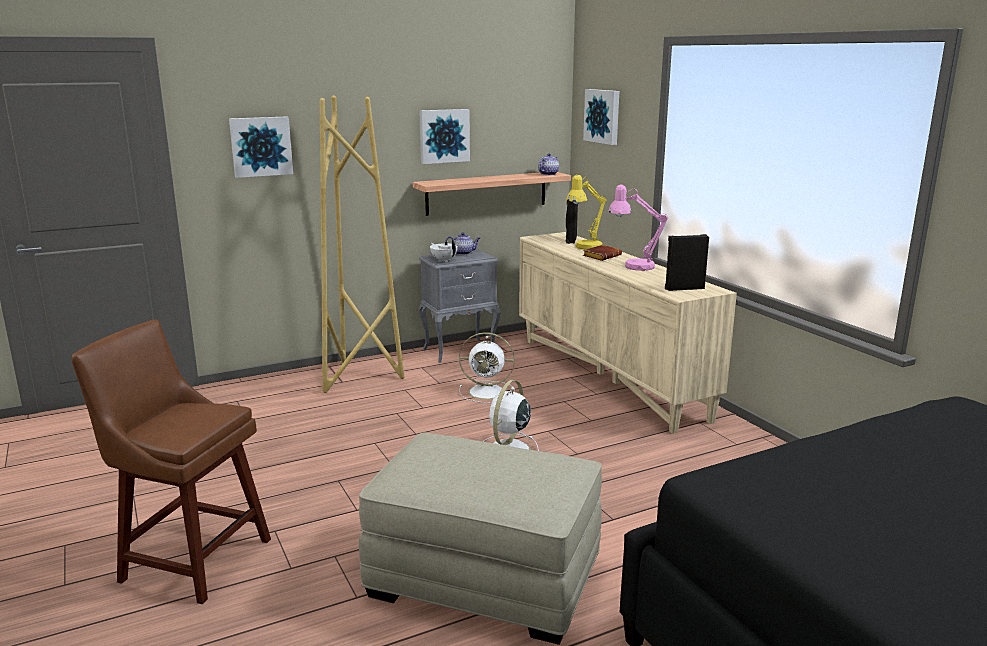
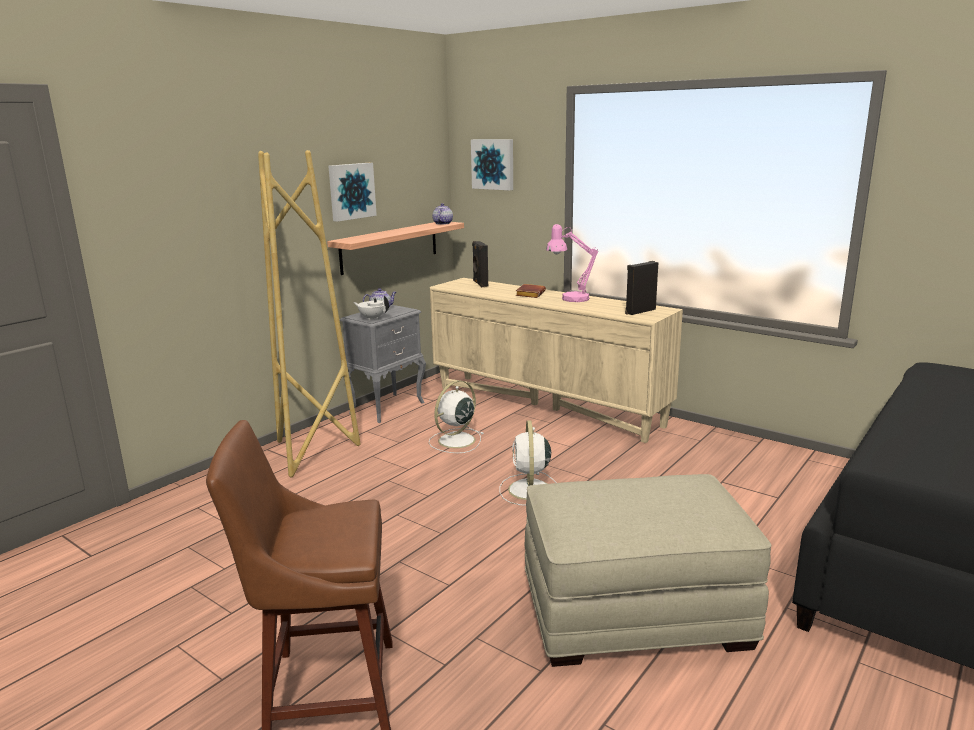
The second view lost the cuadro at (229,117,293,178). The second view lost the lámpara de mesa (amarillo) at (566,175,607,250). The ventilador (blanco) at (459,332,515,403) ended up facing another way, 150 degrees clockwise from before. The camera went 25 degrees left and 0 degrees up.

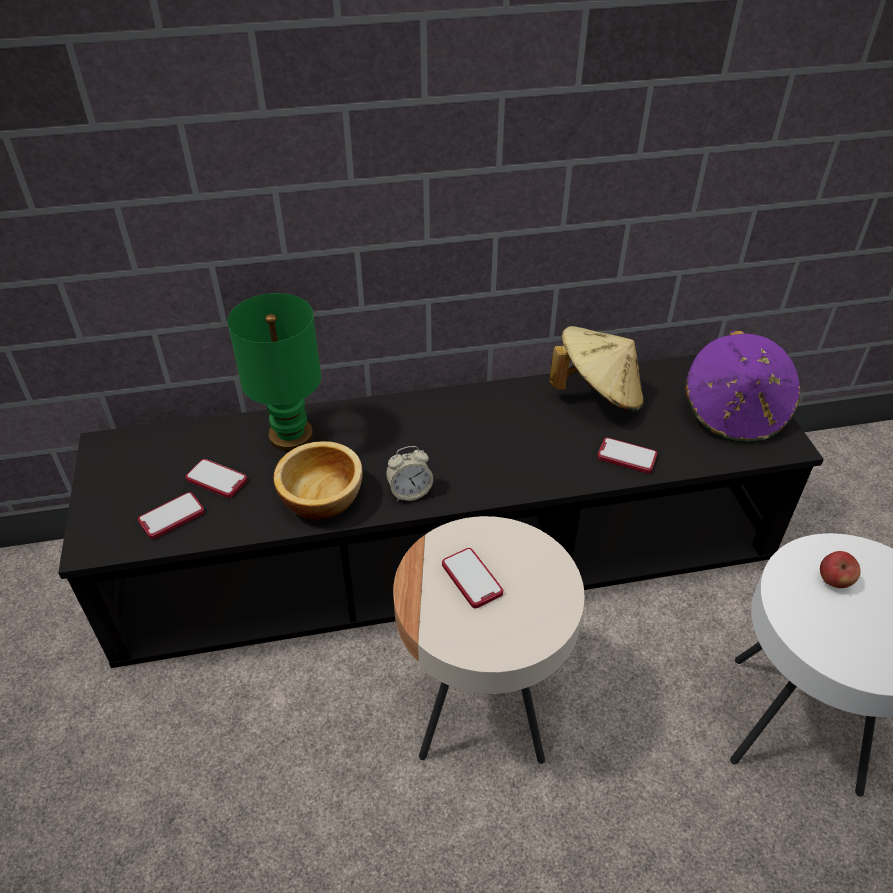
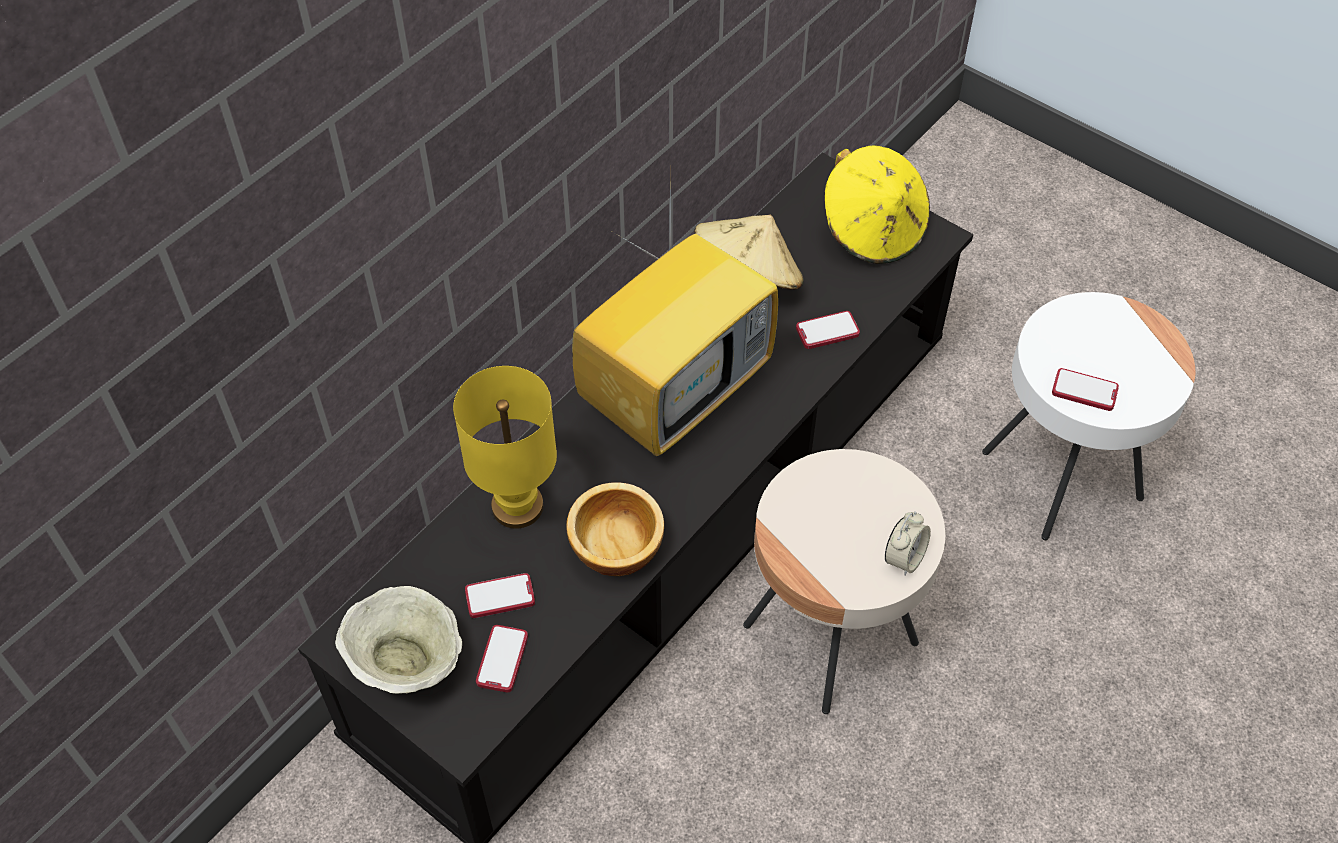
What was the lámpara de mesa (verde) at (228,293,321,451) turned into the lámpara de mesa (amarillo) at (453,366,557,529). What was the sombrero (morado) at (685,331,800,443) turned into the sombrero (amarillo) at (824,145,930,264). The despertador ended up elsewhere, having gone from (386,446,433,501) to (885,511,931,576). The móvil ended up elsewhere, having gone from (442,548,503,608) to (1052,368,1119,411). The second view lost the manzana at (820,551,861,588). The second view gained the televisor at (572,173,778,456). The second view gained the cuenco (beis) at (335,586,462,694). The camera went 40 degrees left and 10 degrees up.

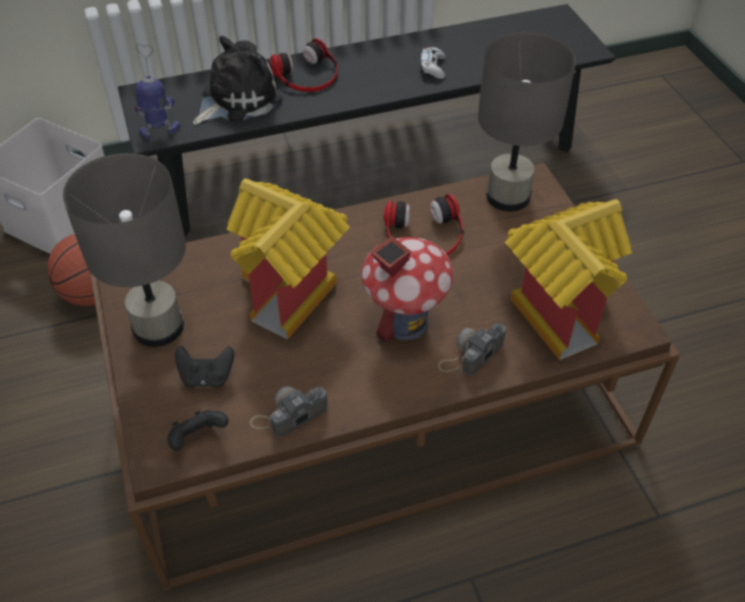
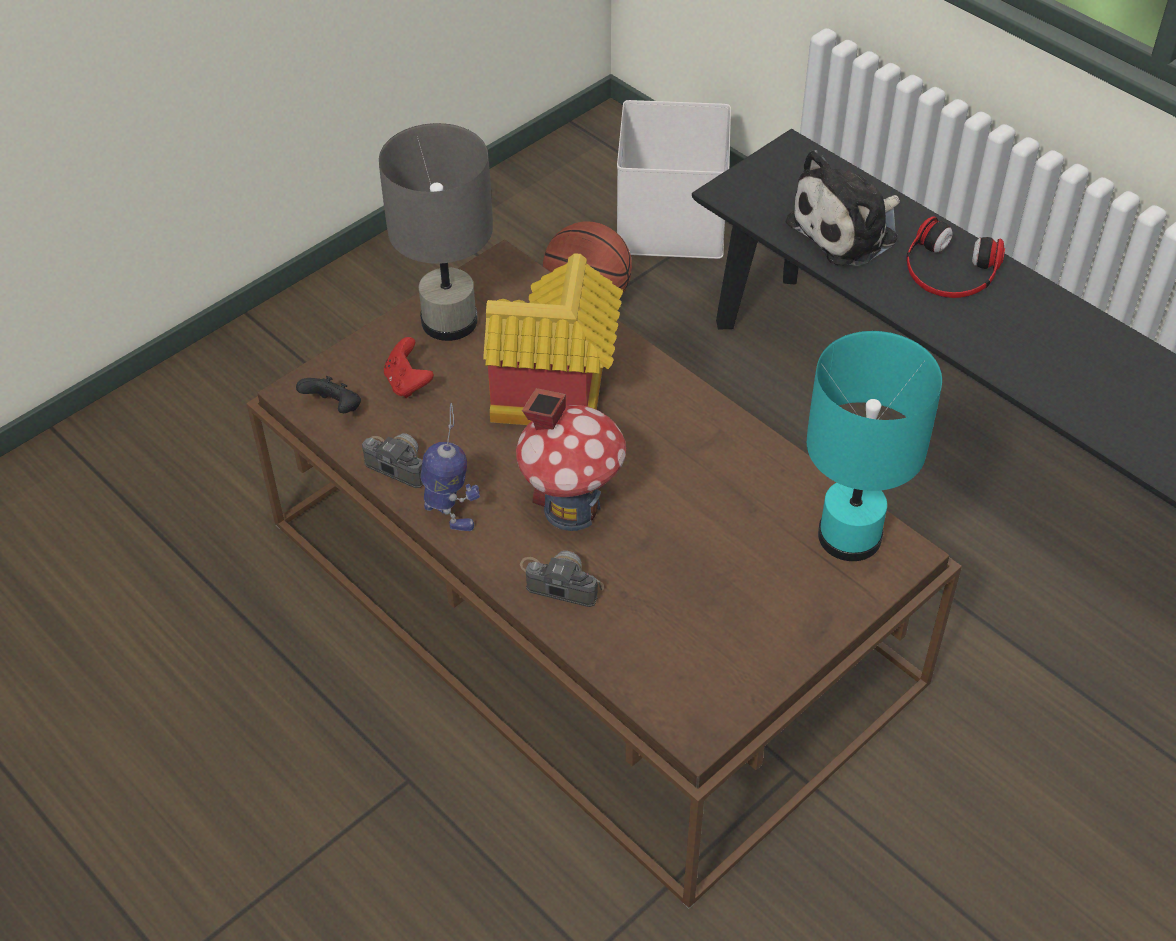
What was the lámpara de mesa (gris) at (478,32,576,212) turned into the lámpara de mesa (turquesa) at (807,331,942,561). The peluche at (193,36,282,125) ended up facing another way, 120 degrees clockwise from before. The robot de juguete ended up elsewhere, having gone from (135,44,181,139) to (421,403,480,531). The second view lost the mando de consola (blanco) at (420,47,446,79). The second view lost the auriculares at (383,194,464,255). The second view lost the casita at (505,199,632,360). What was the mando de consola (negro) at (175,346,234,388) turned into the mando de consola (rojo) at (384,337,434,398). The camera went 65 degrees right and 0 degrees up.

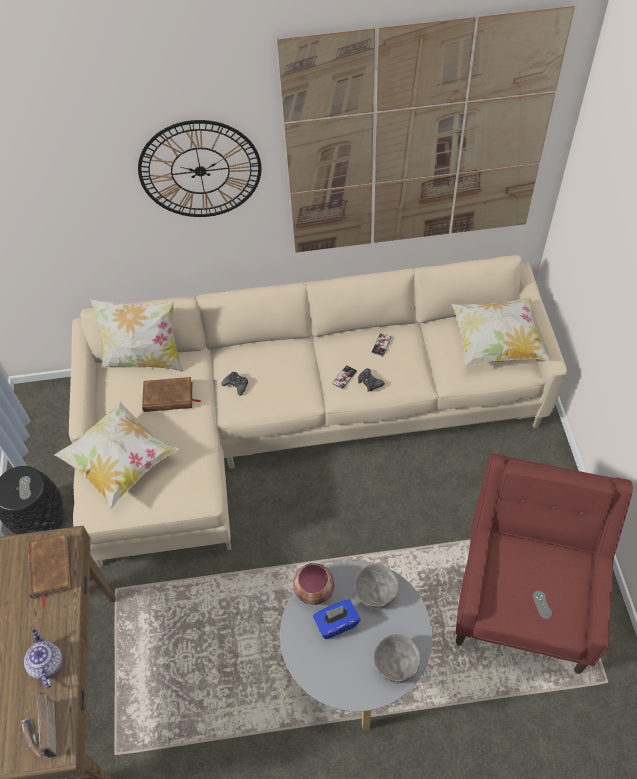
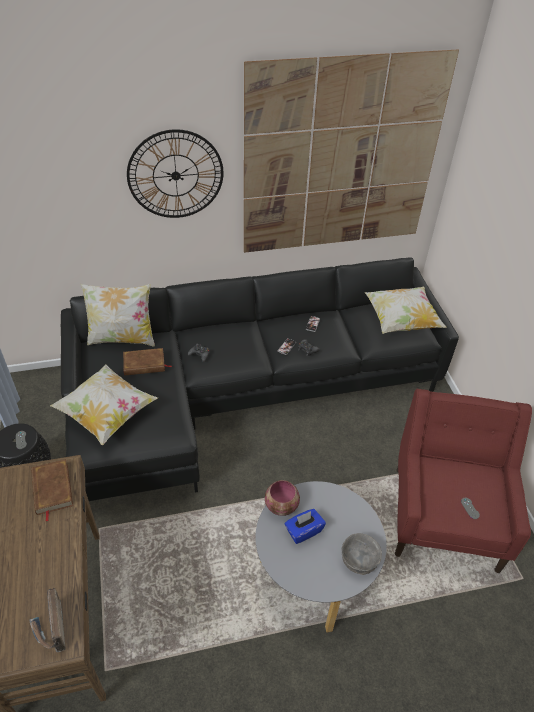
What was the sofá (beis) at (69,255,567,567) turned into the sofá (negro) at (61,257,459,501). The second view lost the cuenco (gris) at (354,564,399,610). The second view lost the tetera at (24,629,63,689). The camera went 10 degrees left and 10 degrees down.

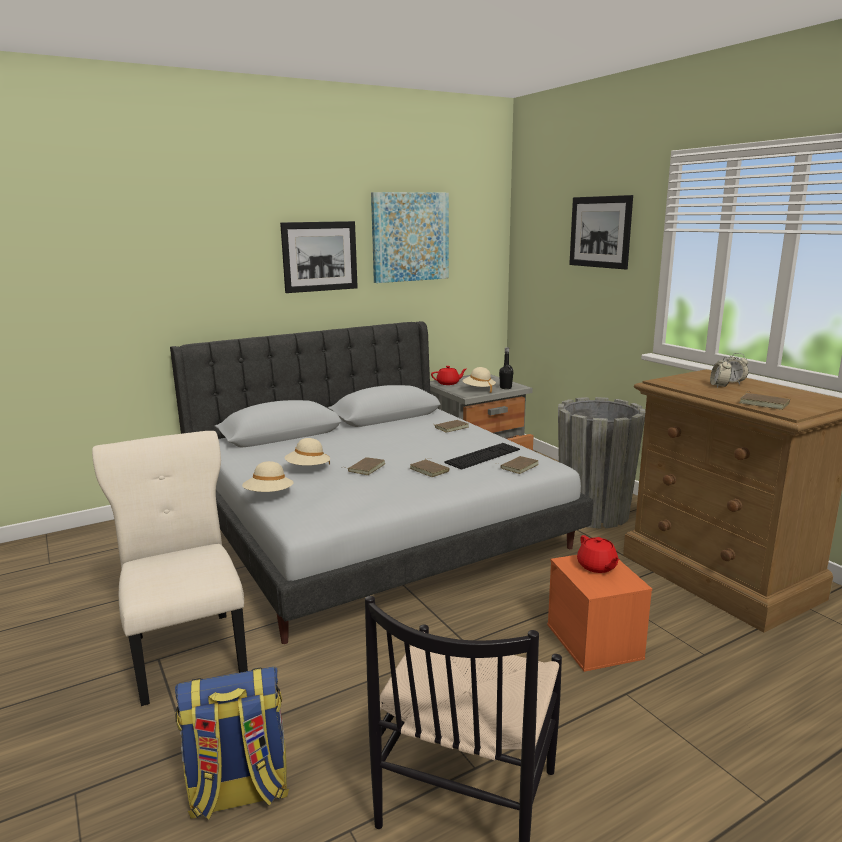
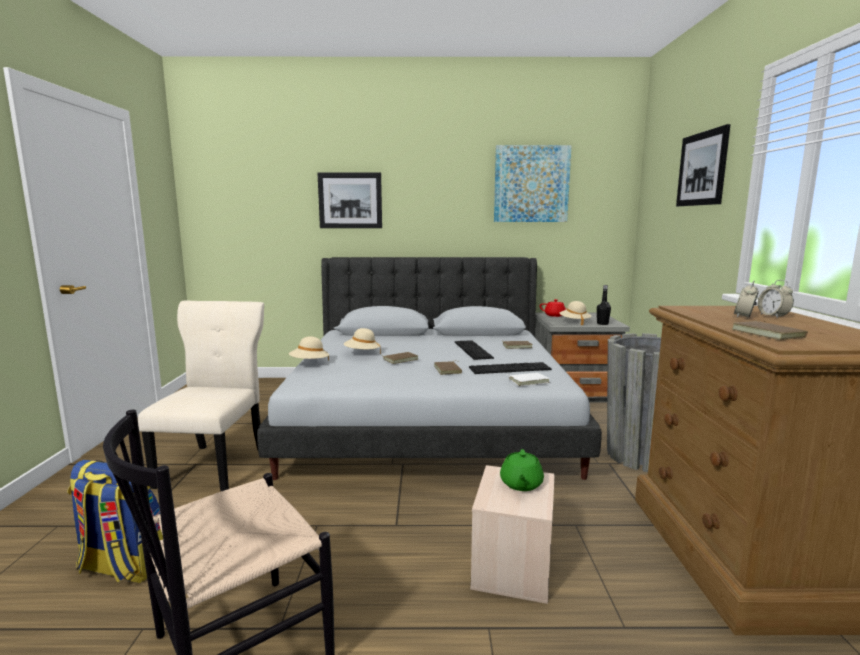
The cuadro ended up elsewhere, having gone from (280,221,358,293) to (317,172,382,228). What was the libro (marrón) at (495,456,539,474) turned into the libro (blanco) at (507,373,550,386). What was the tetera (rojo) at (577,535,620,573) turned into the tetera (verde) at (500,449,544,491). What was the caja de almacenaje (naranja) at (547,555,652,672) turned into the caja de almacenaje (beis) at (470,465,555,604). The second view gained the teclado at (455,340,494,360). The camera went 30 degrees right and 5 degrees down.

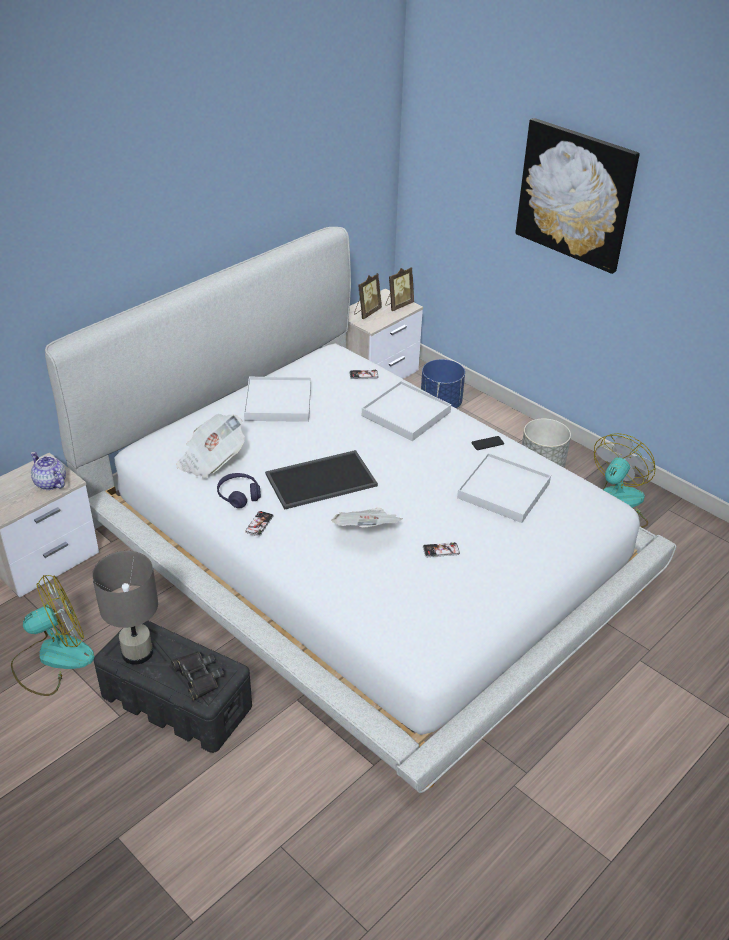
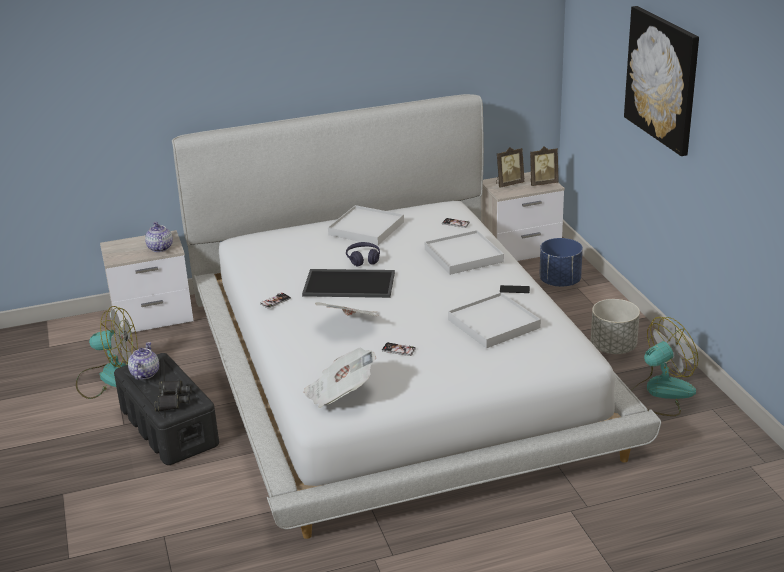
The periódico ended up elsewhere, having gone from (176,414,245,479) to (304,347,376,408). The auriculares (morado) ended up elsewhere, having gone from (217,473,261,508) to (346,242,380,267). Where the lámpara de mesa (gris) stood at (92,551,158,665), the tetera came to stand at (128,342,159,380). The camera went 30 degrees right and 10 degrees down.

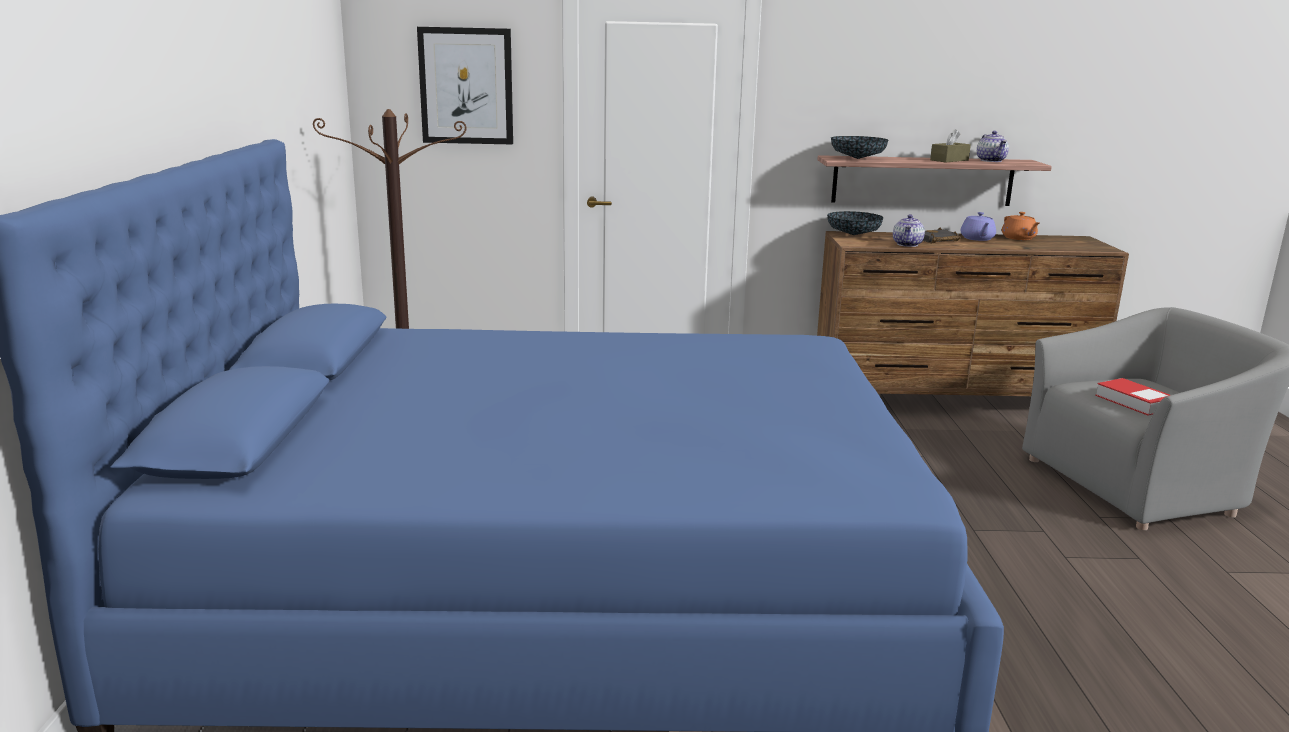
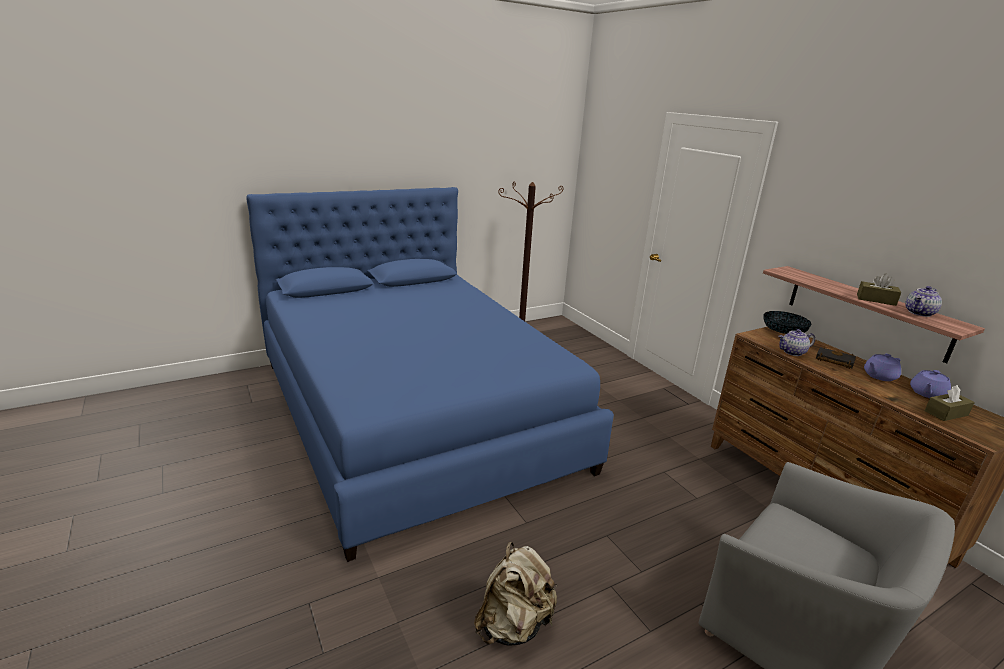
The second view lost the cuadro at (417,27,513,145). The second view lost the cuenco at (831,136,888,159). What was the tetera (naranja) at (1002,212,1039,240) turned into the tetera (morado) at (910,370,951,398). The second view lost the libro at (1095,378,1170,416). The second view gained the caja de pañuelos (marrón) at (925,385,975,421). The second view gained the mochila (beis) at (474,542,557,646). The camera went 60 degrees right and 5 degrees up.

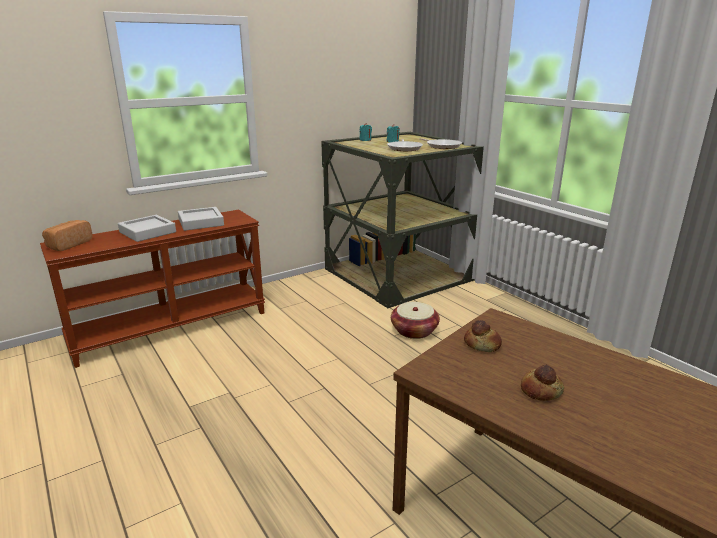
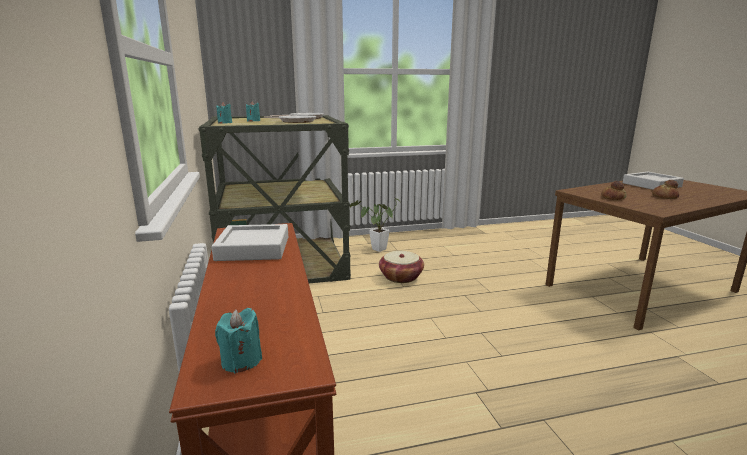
The bandeja (gris) ended up elsewhere, having gone from (118,215,176,242) to (623,172,684,190). Where the pan stood at (42,220,93,251), the vela (turquesa) came to stand at (215,308,262,374). The second view gained the planta en maceta at (350,198,401,252). The camera went 70 degrees left and 5 degrees down.

